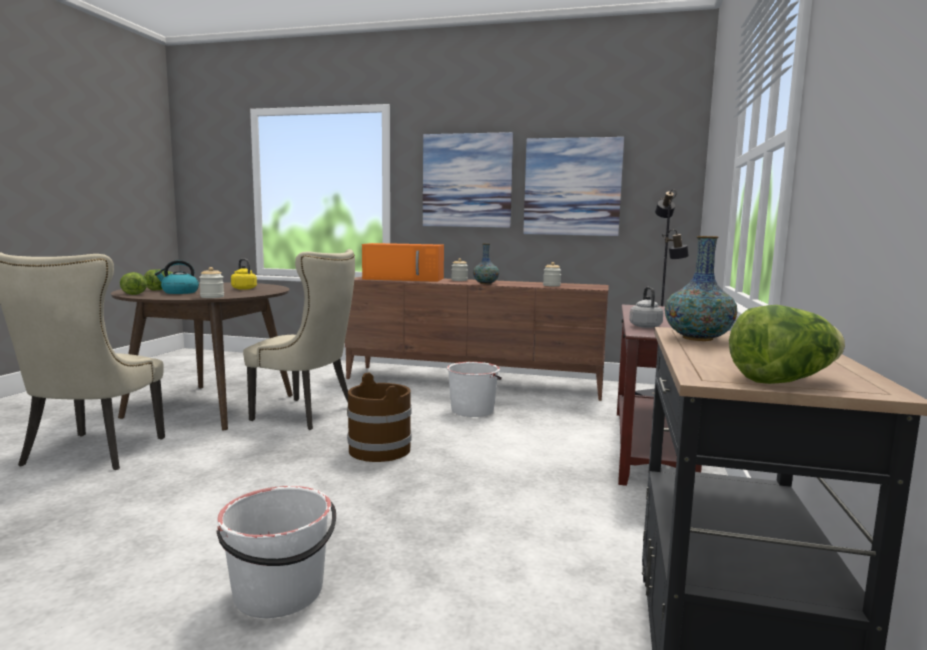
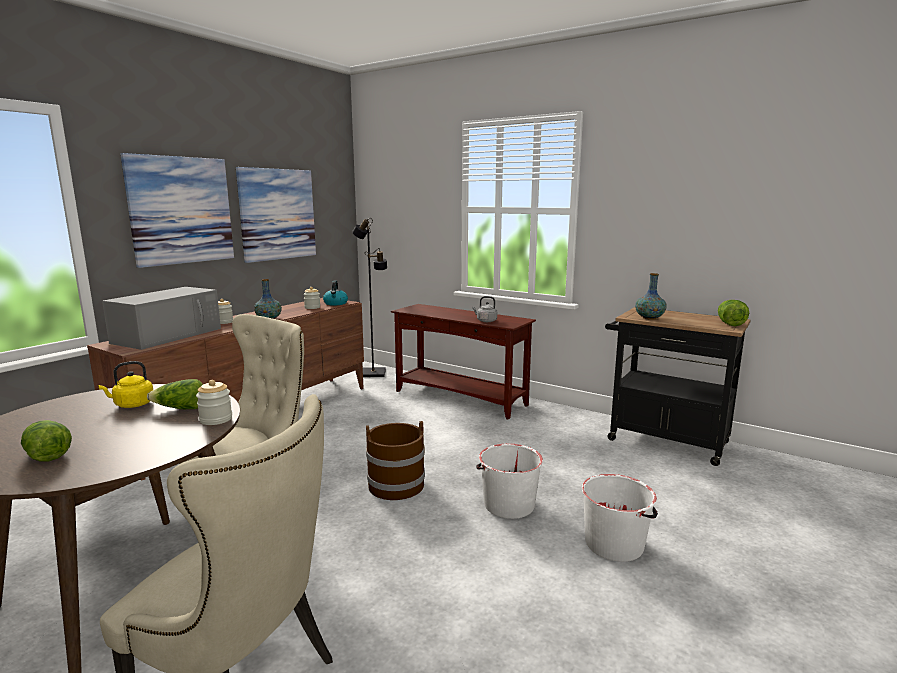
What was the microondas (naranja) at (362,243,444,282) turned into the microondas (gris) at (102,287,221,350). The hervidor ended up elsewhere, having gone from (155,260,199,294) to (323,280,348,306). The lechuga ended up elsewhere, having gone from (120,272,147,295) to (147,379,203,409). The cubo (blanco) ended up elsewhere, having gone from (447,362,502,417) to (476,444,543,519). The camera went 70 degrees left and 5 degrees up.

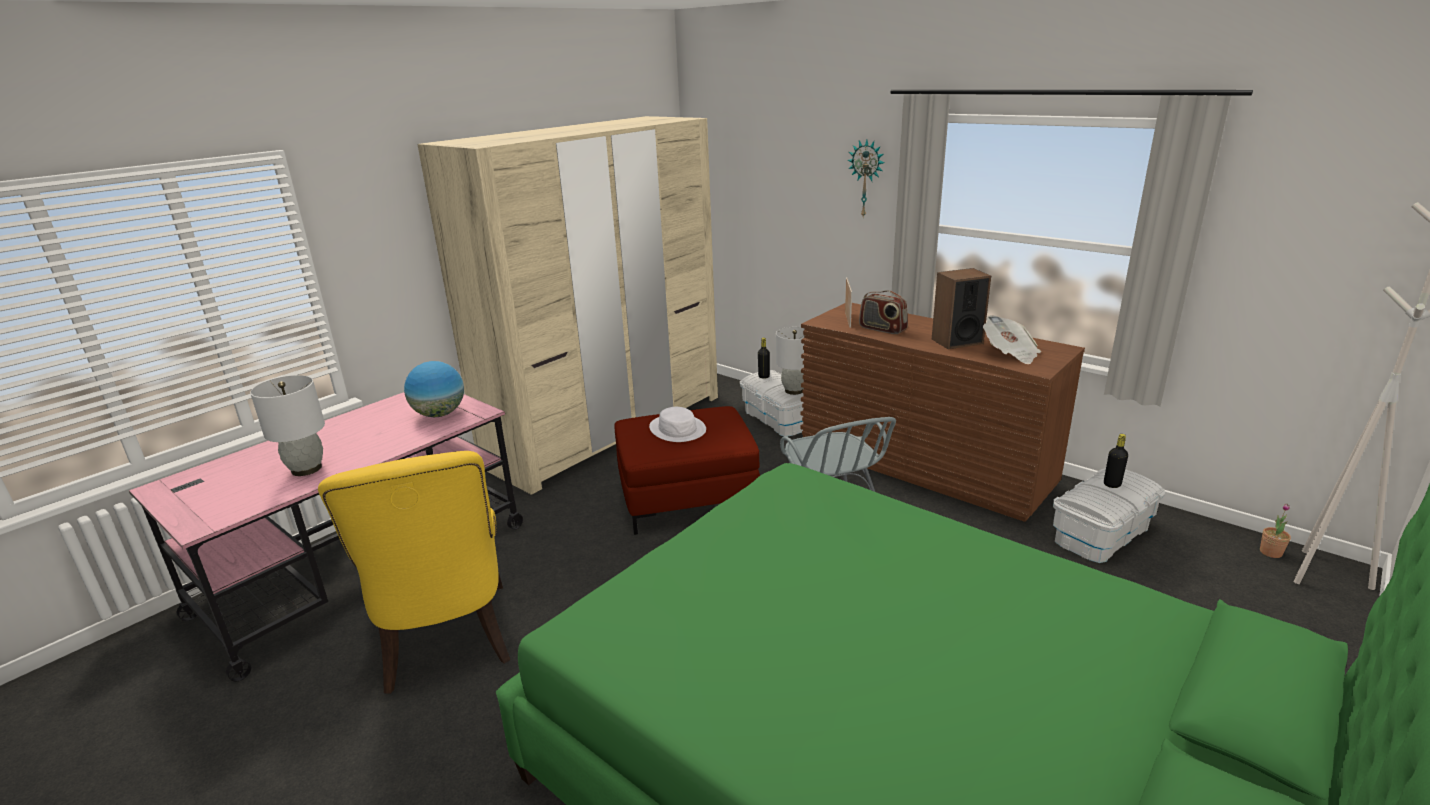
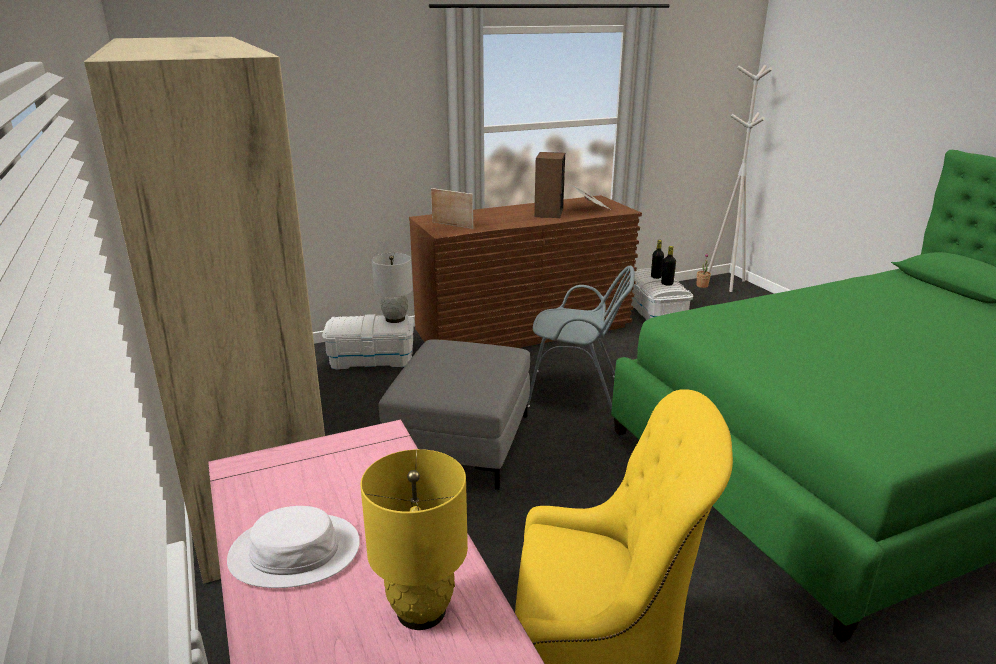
The second view lost the reloj de pared at (847,140,885,217). The second view lost the radio at (859,290,908,334). The botella (negro) ended up elsewhere, having gone from (758,338,770,379) to (661,246,676,286). The second view lost the globo terráqueo at (404,361,464,417). What was the lámpara de mesa (blanco) at (250,375,325,476) turned into the lámpara de mesa (amarillo) at (360,449,468,630). What was the puf (rojo) at (614,406,760,535) turned into the puf (gris) at (379,339,530,490). The sombrero (blanco) ended up elsewhere, having gone from (649,407,706,442) to (227,506,360,588). The camera went 65 degrees left and 0 degrees up.

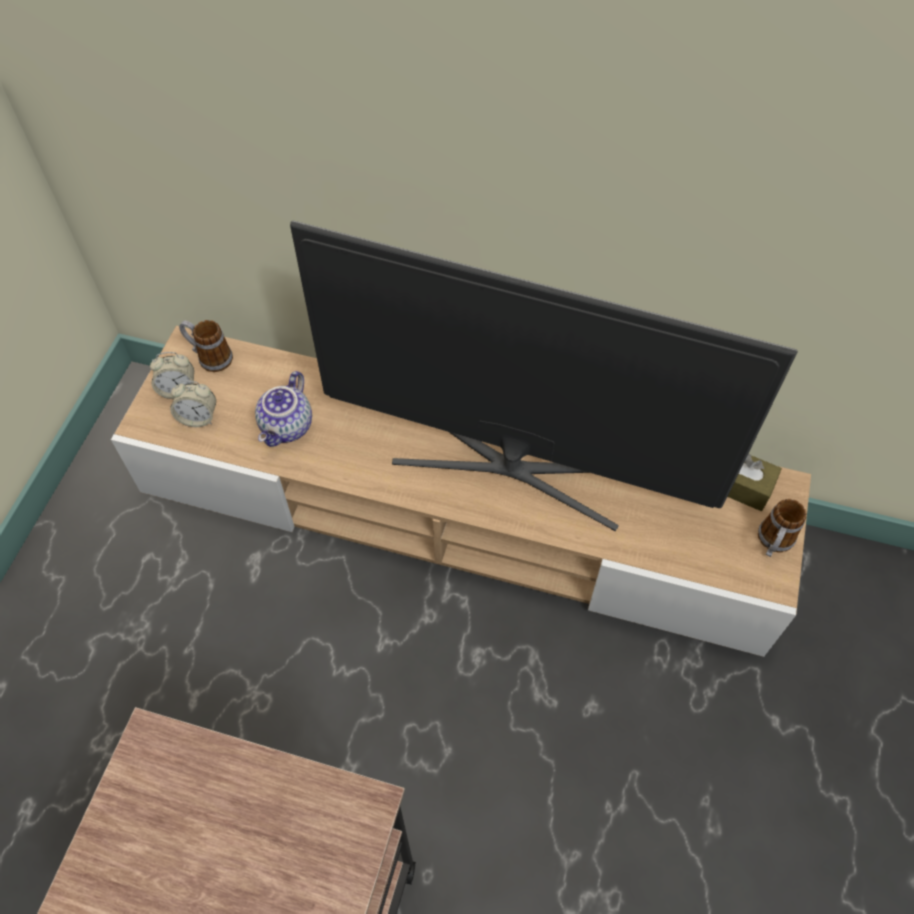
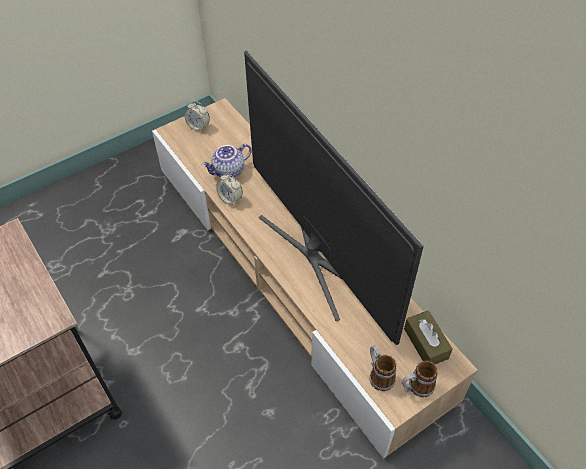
The taza grande ended up elsewhere, having gone from (179,320,233,372) to (369,345,397,391). The despertador ended up elsewhere, having gone from (170,380,216,427) to (216,173,243,206). The camera went 40 degrees right and 5 degrees down.

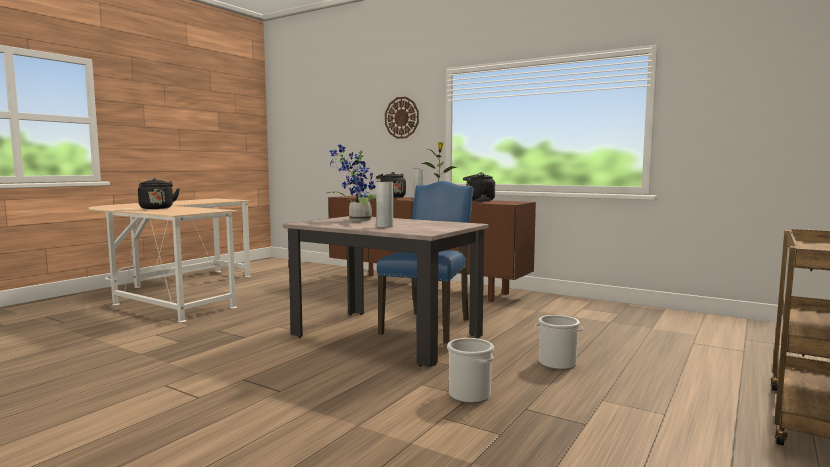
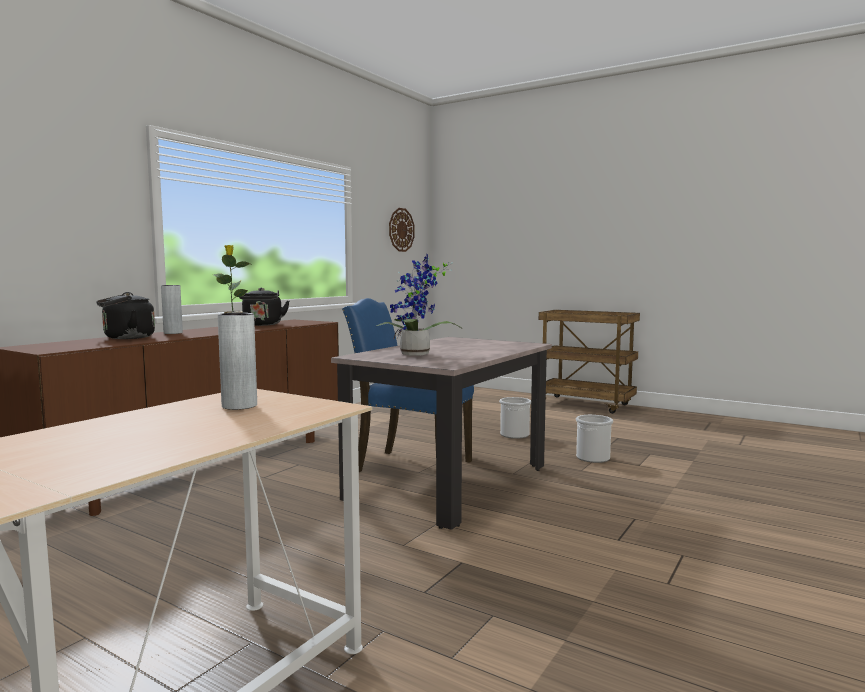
The reloj de pared ended up elsewhere, having gone from (385,97,419,139) to (389,208,415,252). The second view lost the hervidor (negro) at (138,178,180,209). The florero (gris) ended up elsewhere, having gone from (376,181,393,228) to (218,313,257,410). The camera went 90 degrees left and 0 degrees up.

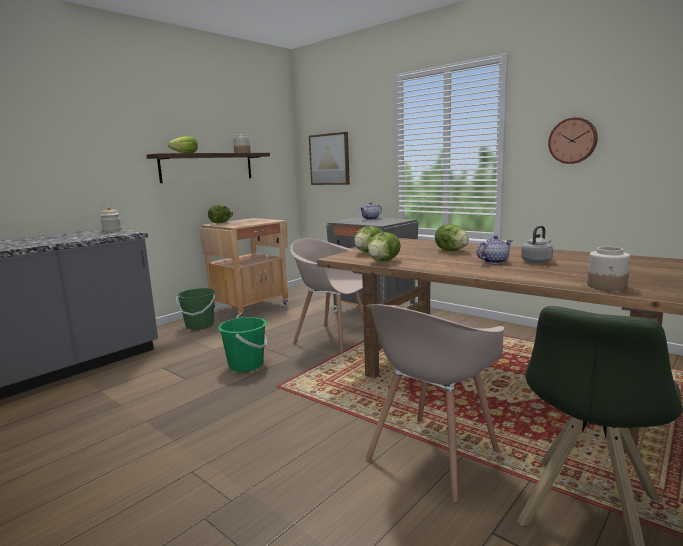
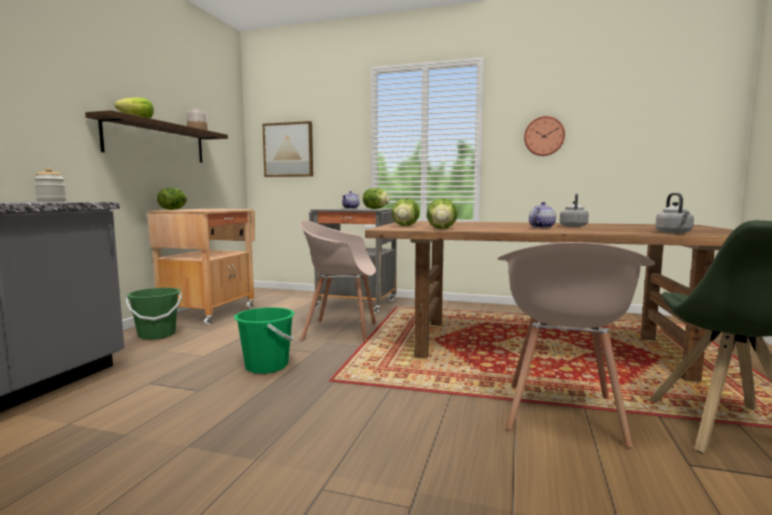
The lechuga ended up elsewhere, having gone from (435,224,469,251) to (363,188,390,209). Where the tarro stood at (587,247,630,291), the hervidor (gris) came to stand at (655,193,694,234). The camera went 25 degrees left and 5 degrees down.

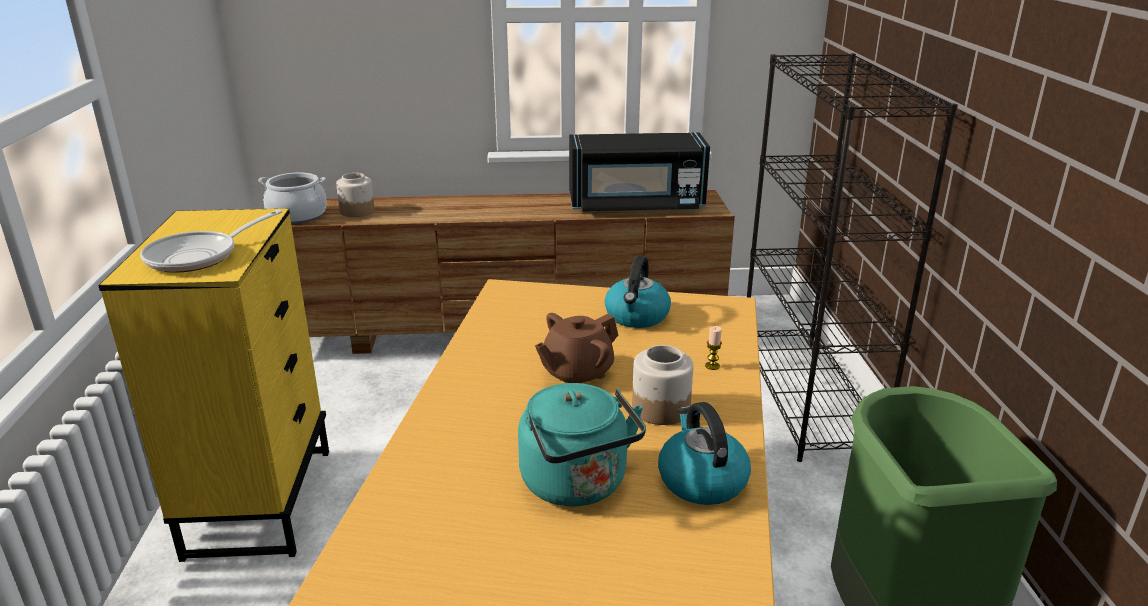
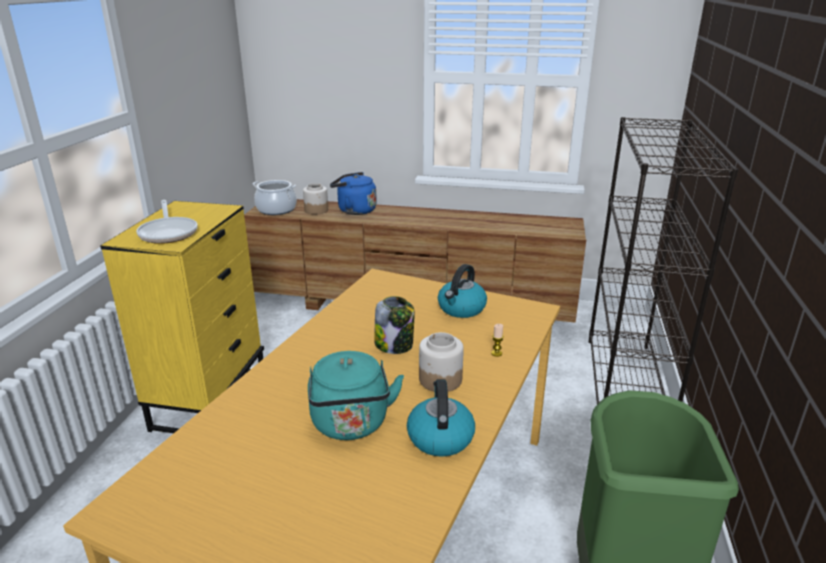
The second view lost the microondas (negro) at (569,132,710,212). The sartén at (140,210,282,273) ended up facing another way, 75 degrees counterclockwise from before. Where the tetera (marrón) stood at (535,313,618,383), the tarro came to stand at (374,296,414,354). The second view gained the hervidor (azul) at (330,172,377,215). The camera went 15 degrees right and 0 degrees up.

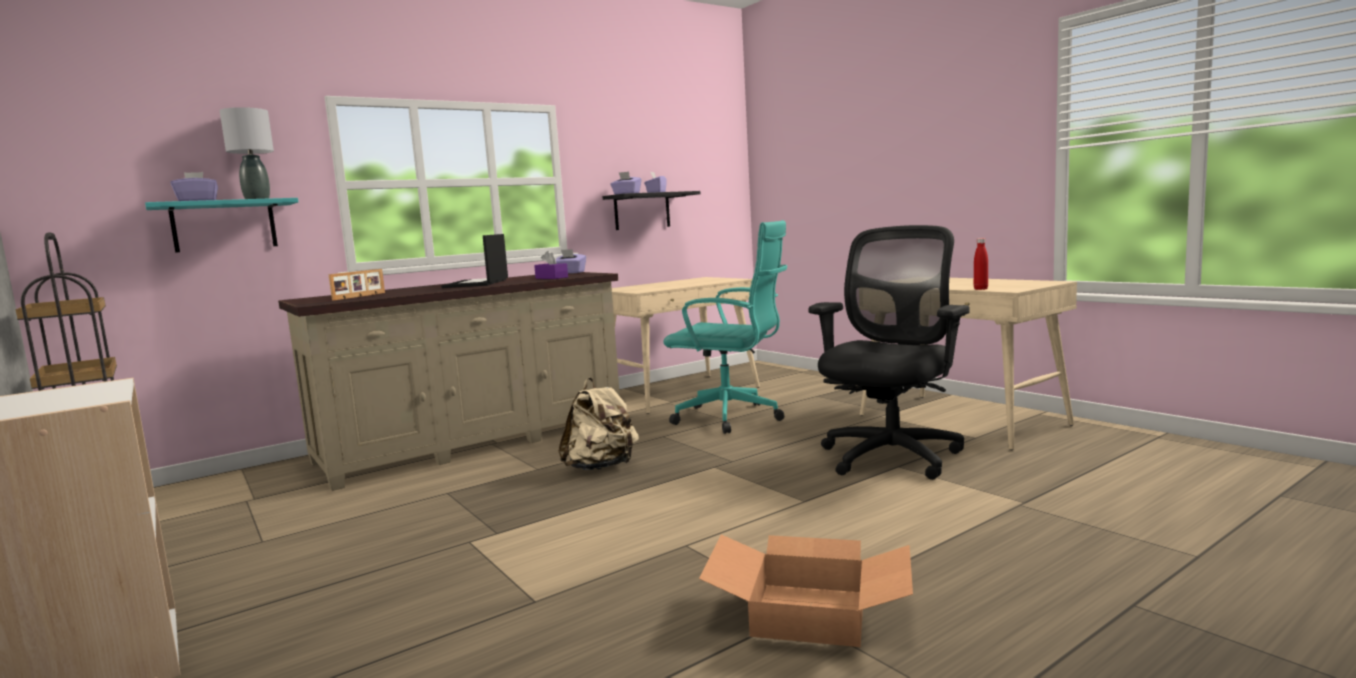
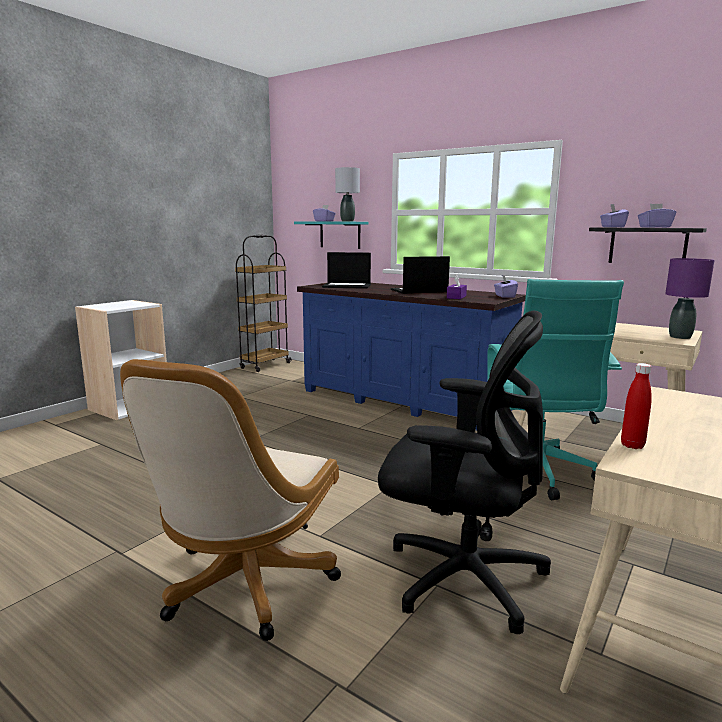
Where the portarretratos stood at (328,269,385,301), the portátil came to stand at (322,252,371,289). What was the armario (beis) at (278,272,620,491) turned into the armario (azul) at (297,283,526,431). The second view lost the mochila (beis) at (558,378,639,470). The second view lost the caja de cartón at (699,534,913,647). The second view gained the lámpara de mesa (morado) at (665,258,714,339). The second view gained the silla de oficina at (120,359,341,641). The camera went 70 degrees right and 5 degrees up.

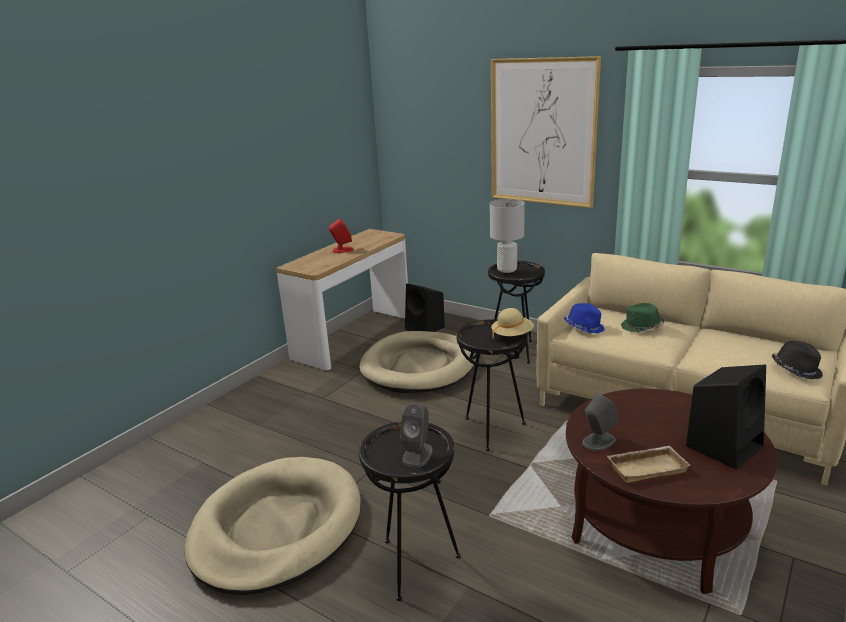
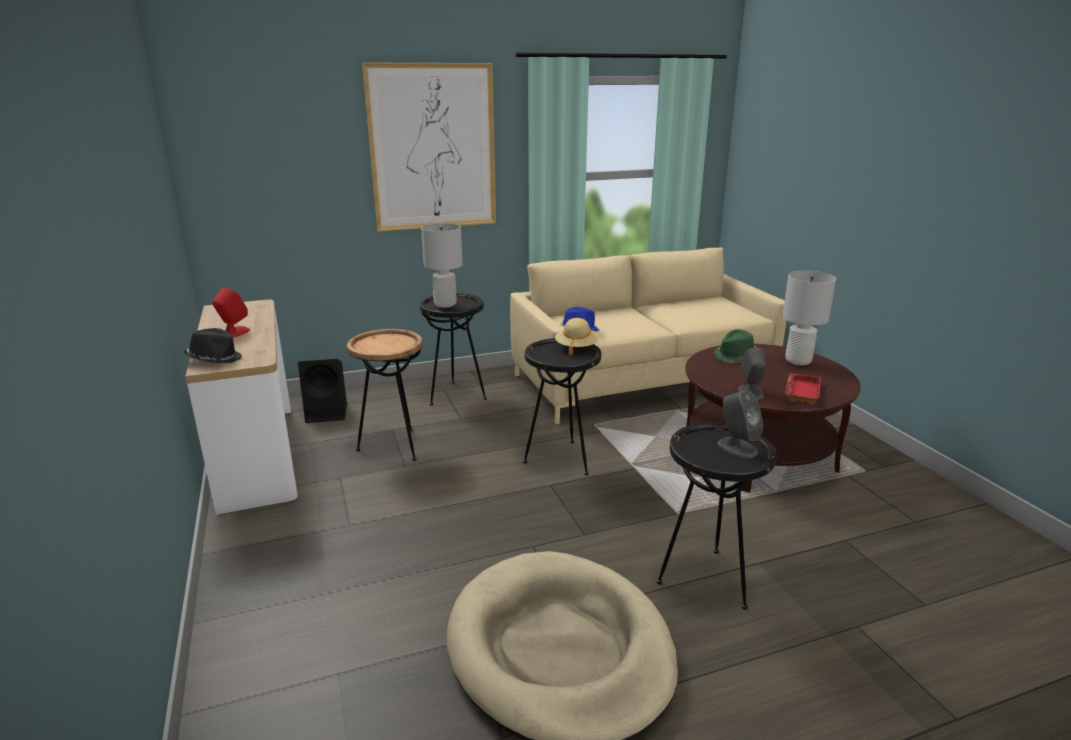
The sombrero (verde) ended up elsewhere, having gone from (621,303,665,332) to (713,329,756,363). Where the cama para perro (beis) stood at (359,331,476,393), the mesa auxiliar (marrón) came to stand at (347,329,423,461). The sombrero (negro) ended up elsewhere, having gone from (772,341,823,380) to (184,328,242,364). Where the altavoz (negro) stood at (686,364,766,469), the lámpara de mesa (gris) came to stand at (782,271,836,365). What was the bandeja (beis) at (607,446,691,483) turned into the bandeja (rojo) at (785,373,821,405). The camera went 55 degrees left and 0 degrees up.

